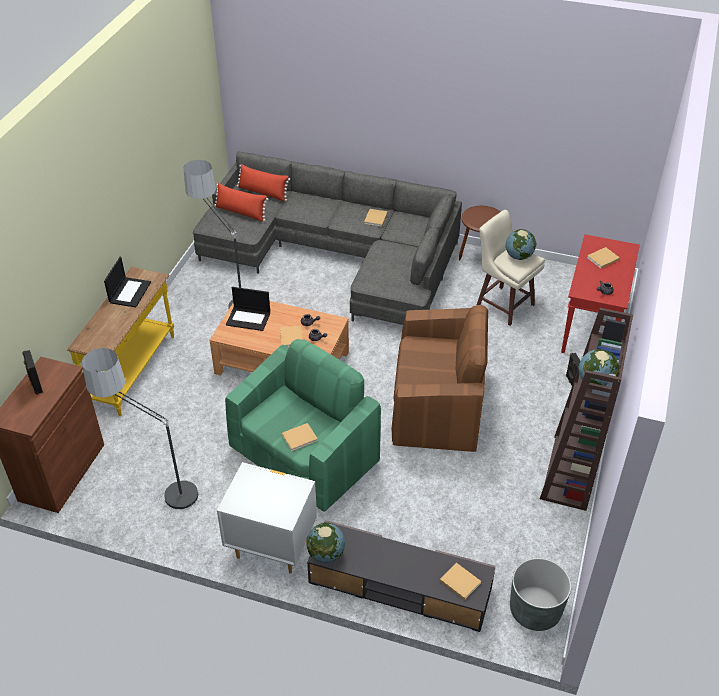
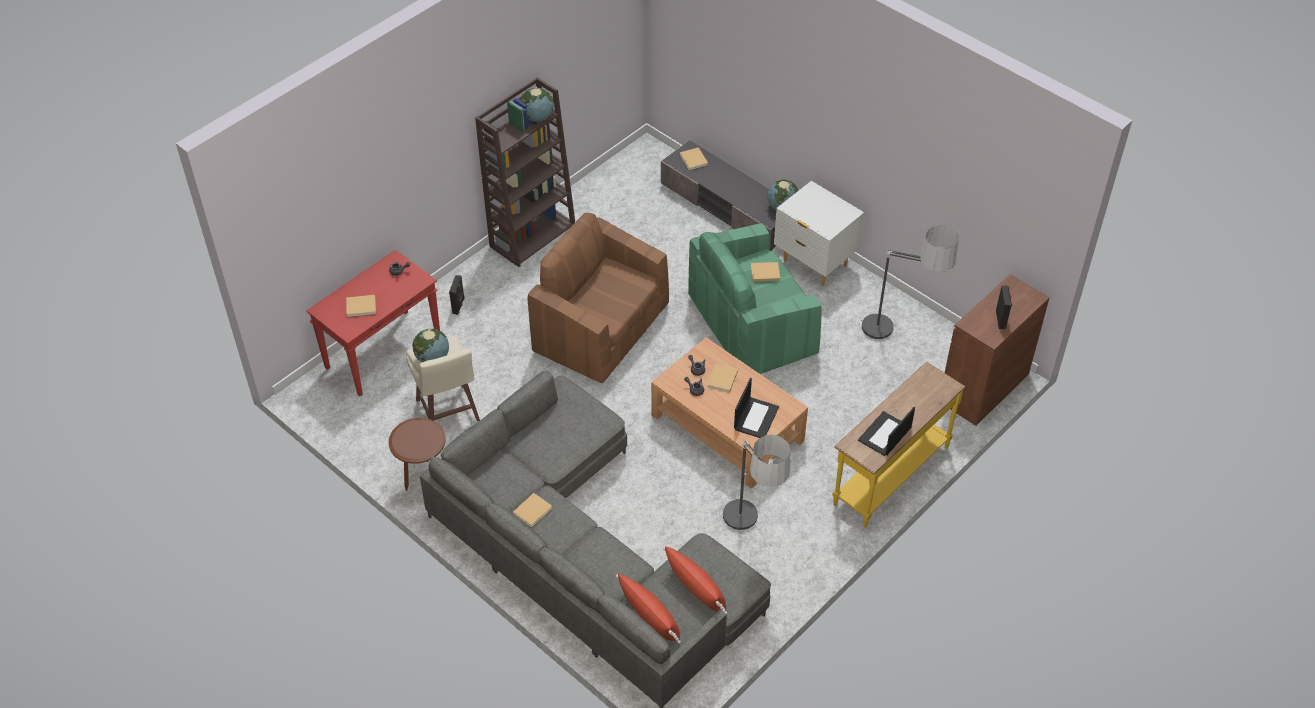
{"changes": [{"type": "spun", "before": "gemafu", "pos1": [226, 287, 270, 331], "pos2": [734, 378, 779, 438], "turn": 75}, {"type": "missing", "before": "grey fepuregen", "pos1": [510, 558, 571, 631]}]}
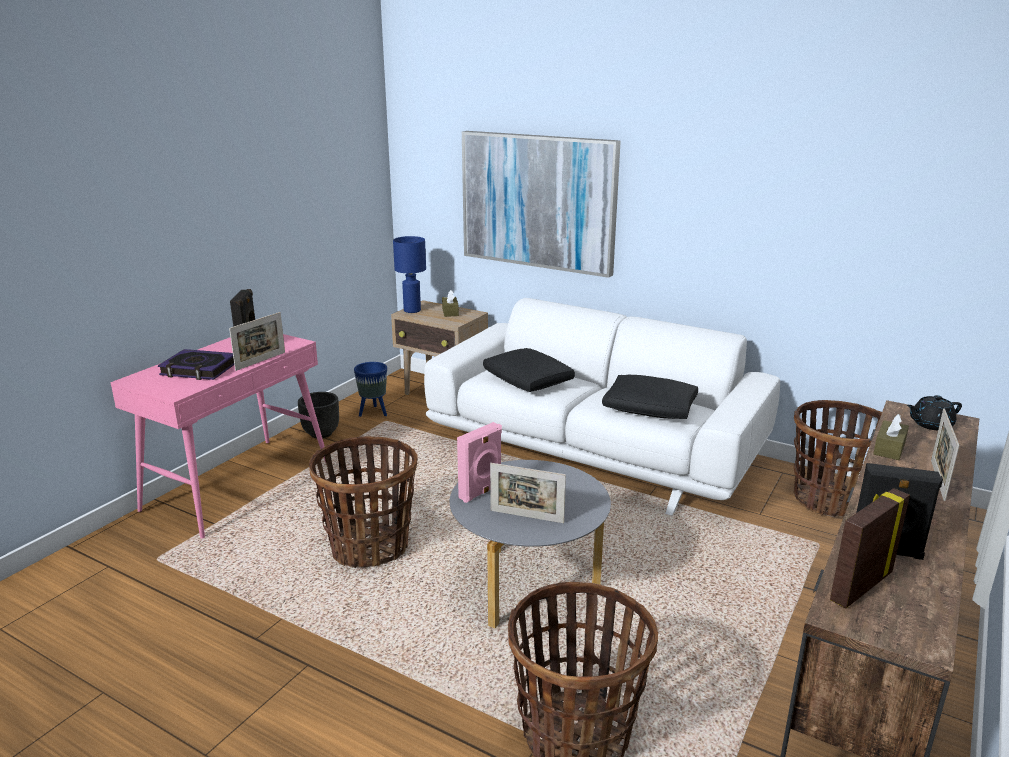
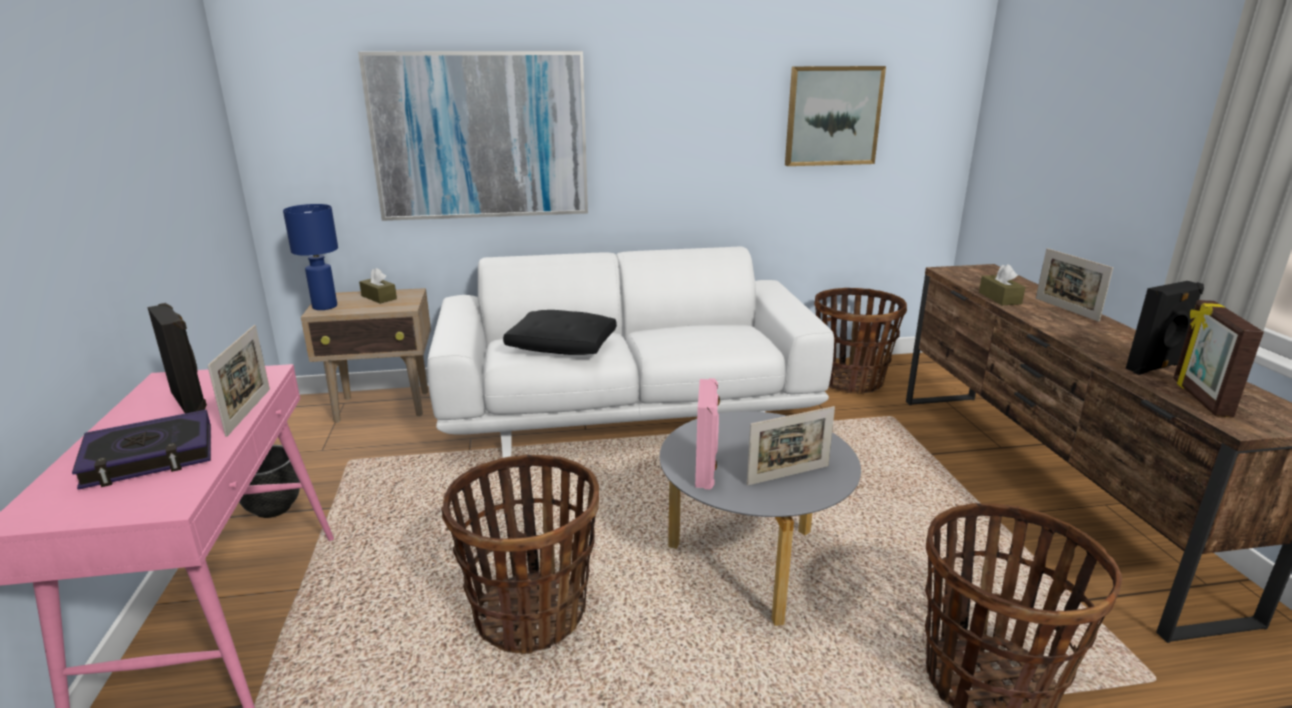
{"changes": [{"type": "appeared", "after": "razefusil", "pos2": [785, 66, 886, 166]}, {"type": "missing", "before": "blue fepuregen", "pos1": [354, 362, 387, 417]}, {"type": "missing", "before": "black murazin", "pos1": [602, 375, 698, 419]}, {"type": "missing", "before": "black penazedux", "pos1": [907, 395, 962, 430]}]}
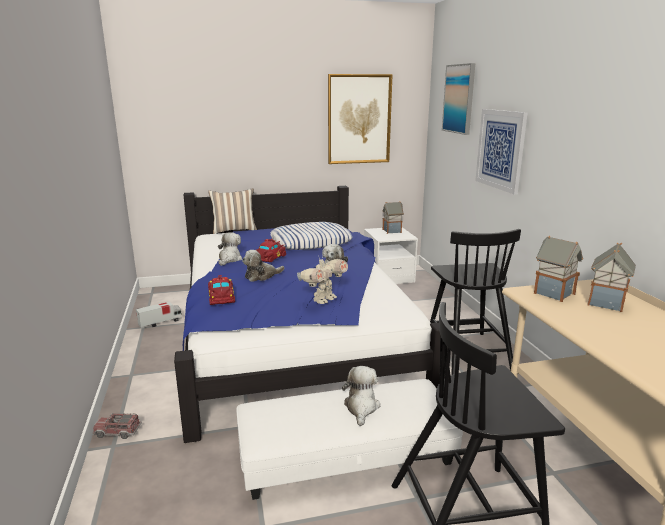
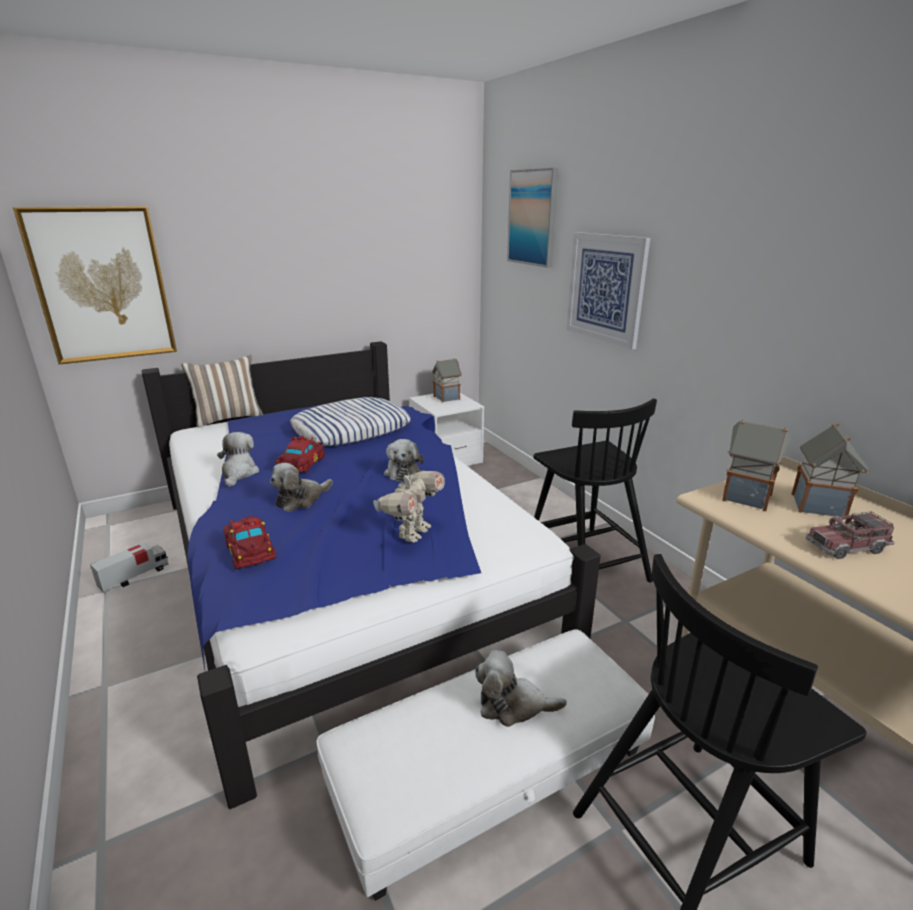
{"changes": [{"type": "relocated", "before": "razefusil", "pos1": [328, 74, 393, 164], "pos2": [13, 206, 177, 365]}, {"type": "spun", "before": "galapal", "pos1": [342, 366, 381, 426], "pos2": [475, 650, 567, 727], "turn": -75}, {"type": "relocated", "before": "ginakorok", "pos1": [92, 413, 142, 439], "pos2": [806, 512, 895, 559]}]}
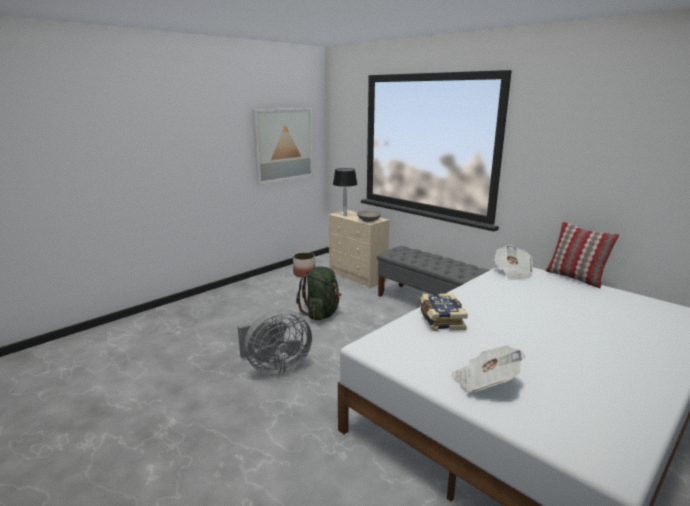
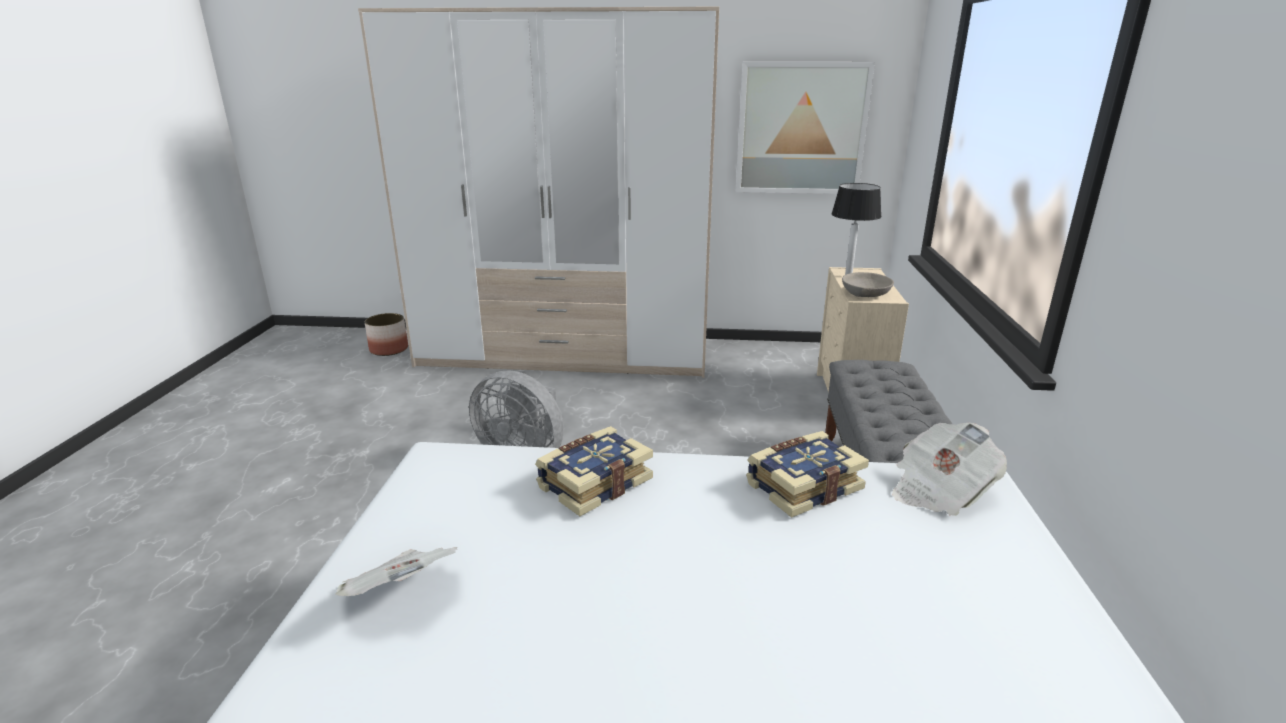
{"changes": [{"type": "appeared", "after": "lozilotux", "pos2": [358, 7, 719, 378]}, {"type": "relocated", "before": "fepuregen", "pos1": [293, 252, 315, 277], "pos2": [365, 313, 408, 356]}, {"type": "appeared", "after": "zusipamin", "pos2": [746, 431, 869, 518]}, {"type": "missing", "before": "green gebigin", "pos1": [296, 266, 342, 320]}, {"type": "missing", "before": "murazin", "pos1": [545, 222, 619, 288]}]}
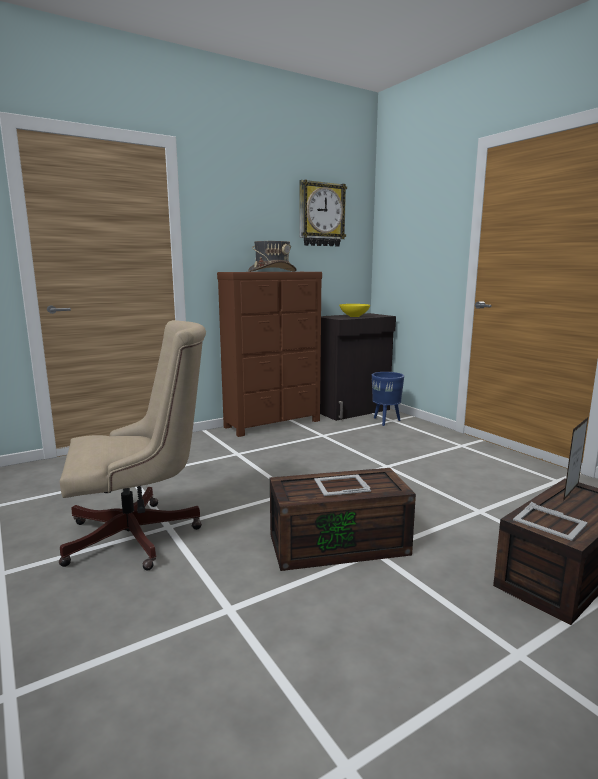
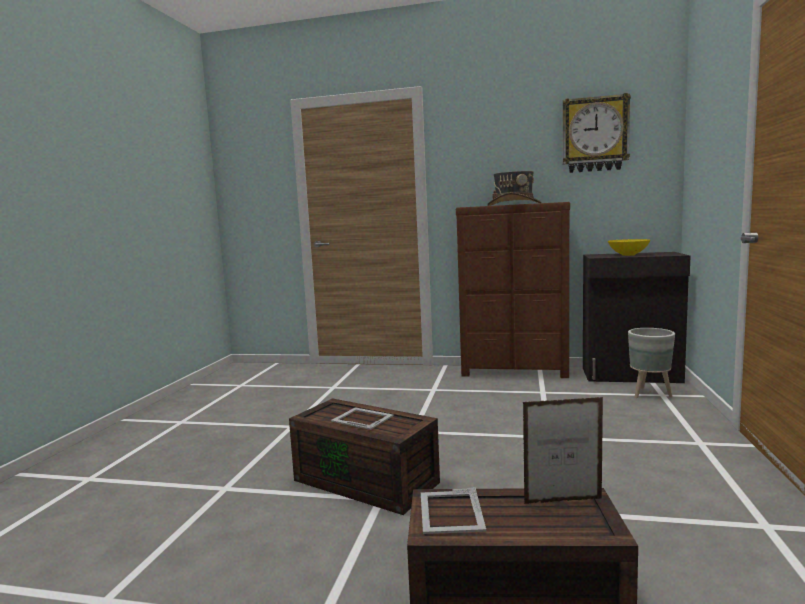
{"changes": [{"type": "colour", "before": "blue fepuregen", "after": "grey fepuregen", "pos1": [372, 372, 404, 426], "pos2": [628, 328, 675, 398]}, {"type": "missing", "before": "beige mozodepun", "pos1": [59, 320, 206, 571]}]}
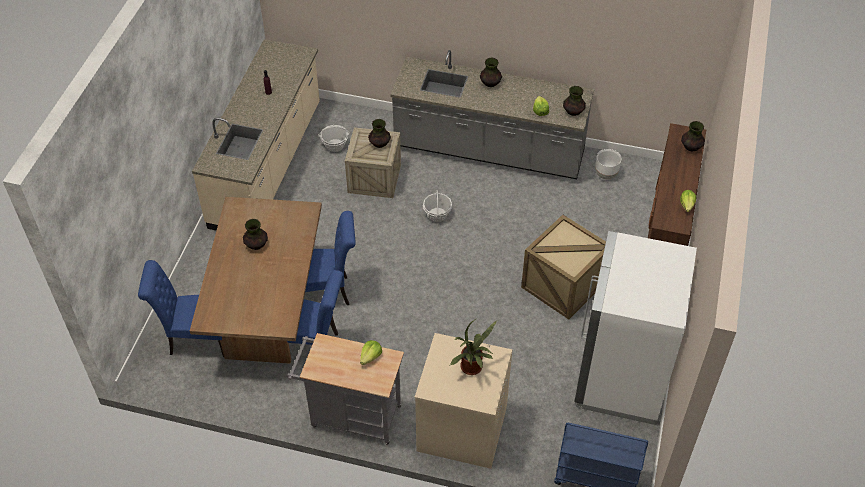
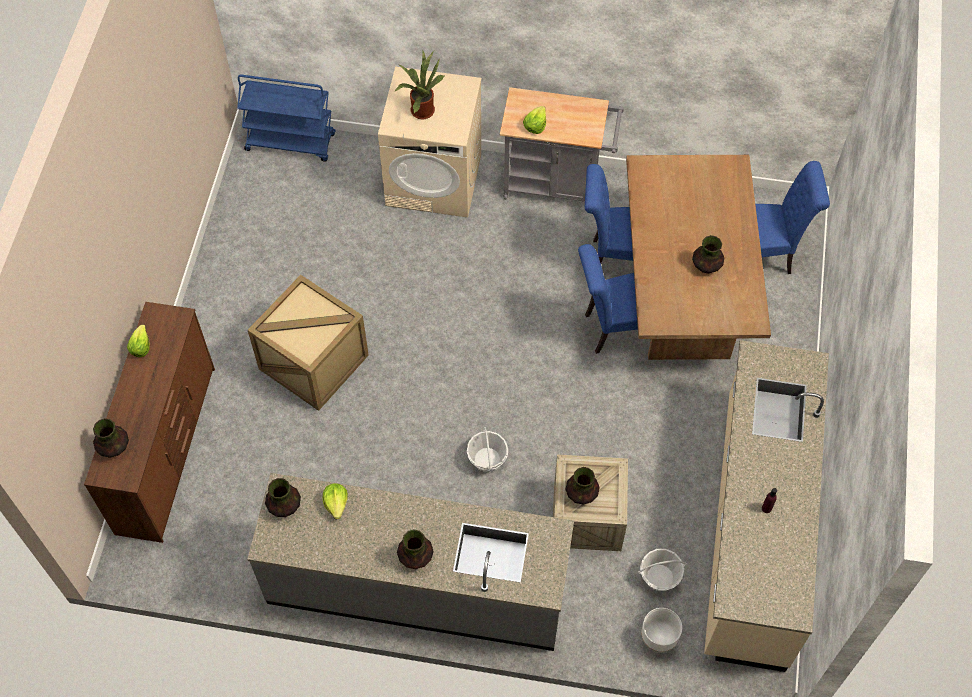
{"changes": [{"type": "relocated", "before": "white fepuregen", "pos1": [595, 149, 622, 179], "pos2": [641, 608, 682, 653]}, {"type": "missing", "before": "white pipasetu", "pos1": [574, 231, 697, 425]}]}
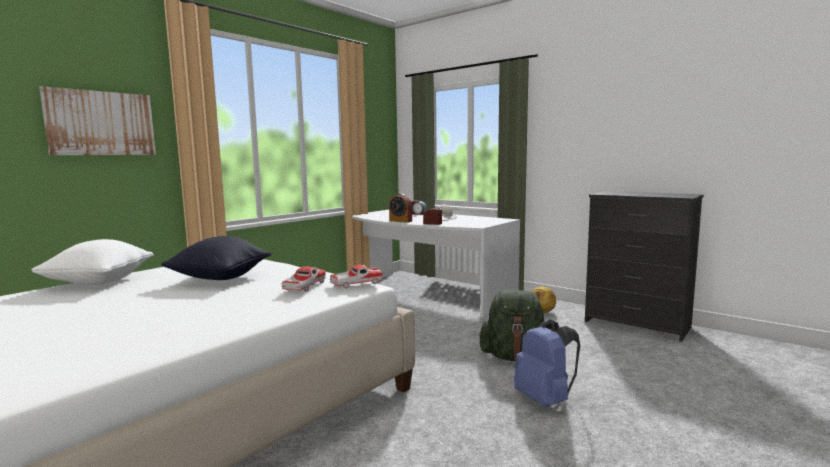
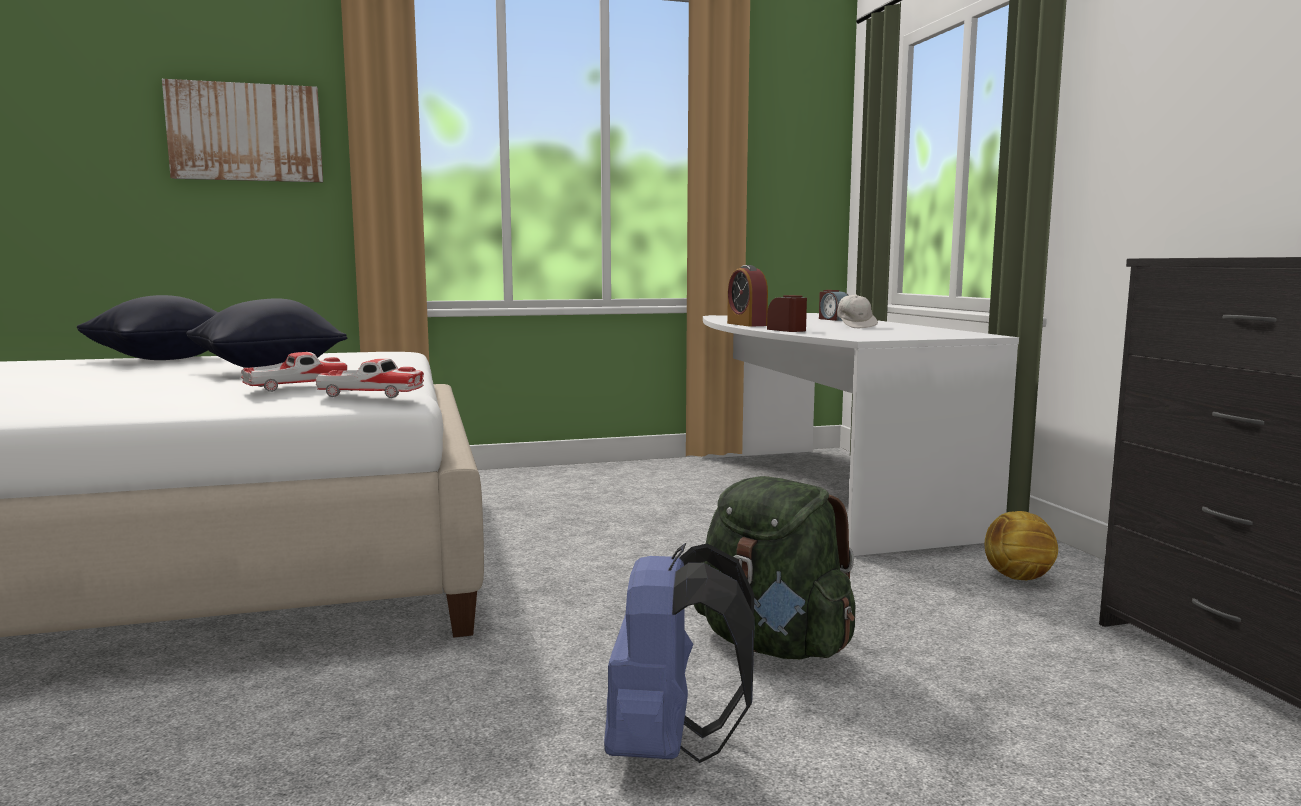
{"changes": [{"type": "colour", "before": "white murazin", "after": "black murazin", "pos1": [31, 239, 154, 285], "pos2": [77, 295, 218, 360]}]}
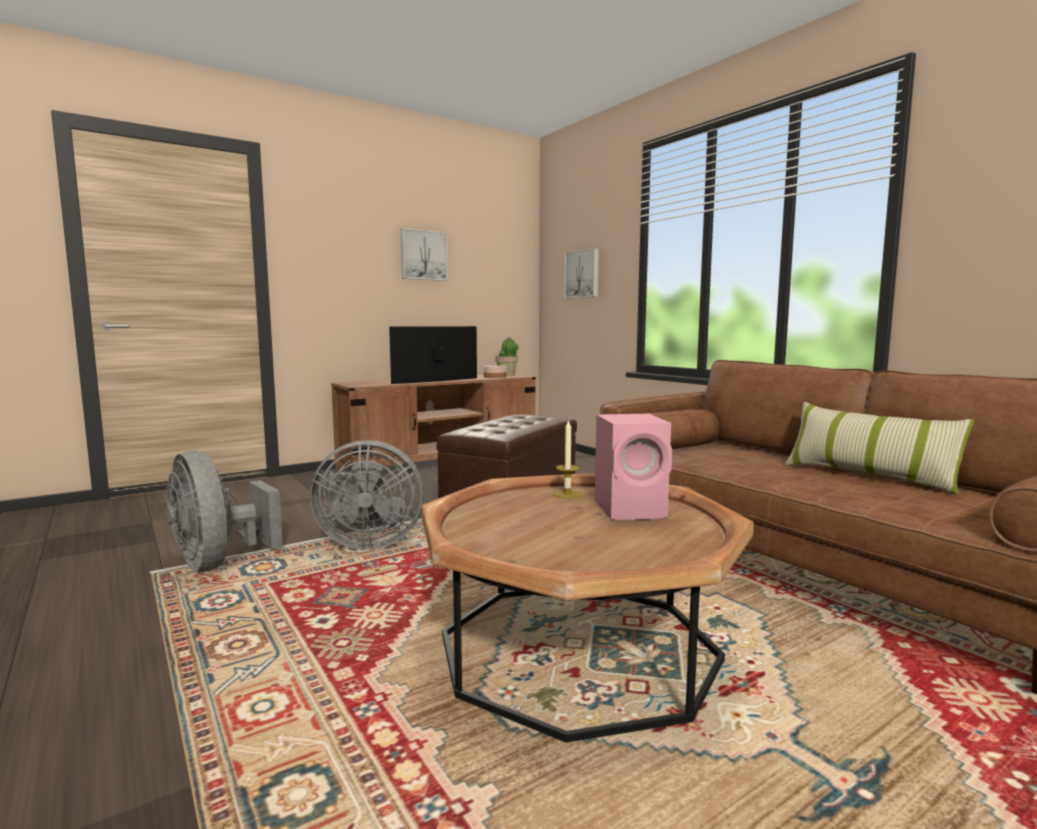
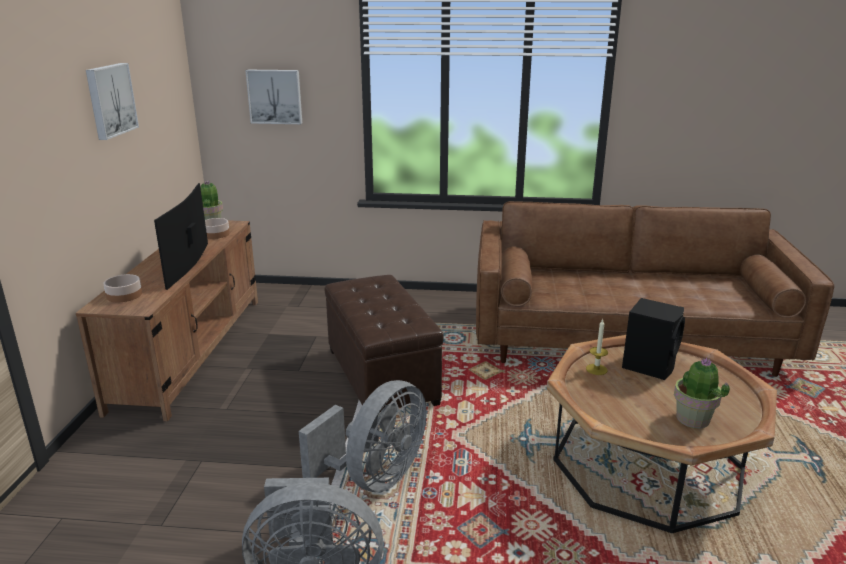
{"changes": [{"type": "appeared", "after": "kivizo", "pos2": [103, 274, 142, 302]}, {"type": "colour", "before": "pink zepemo", "after": "black zepemo", "pos1": [595, 414, 672, 520], "pos2": [622, 298, 685, 380]}, {"type": "appeared", "after": "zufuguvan", "pos2": [674, 358, 730, 428]}, {"type": "missing", "before": "murazin", "pos1": [785, 402, 974, 495]}]}
